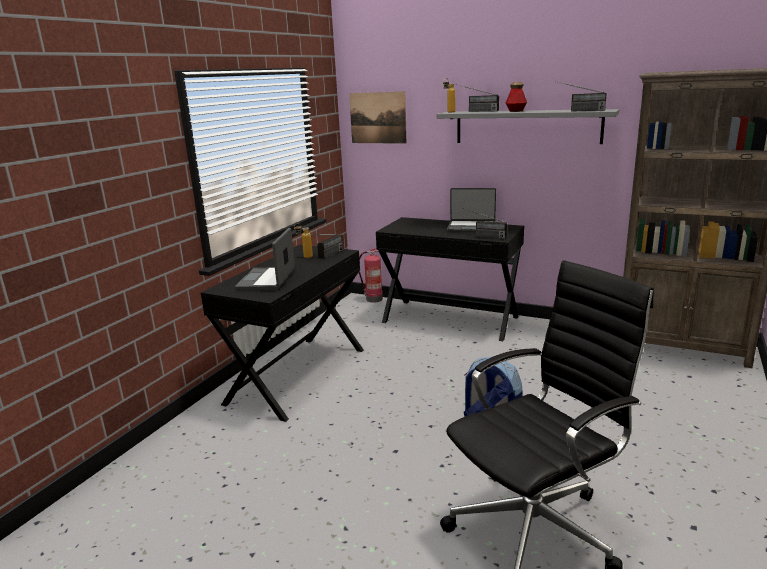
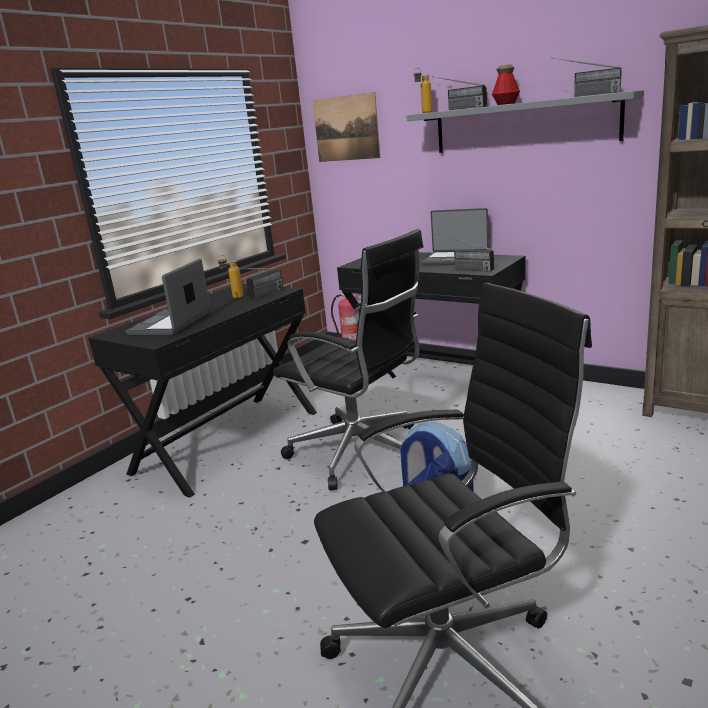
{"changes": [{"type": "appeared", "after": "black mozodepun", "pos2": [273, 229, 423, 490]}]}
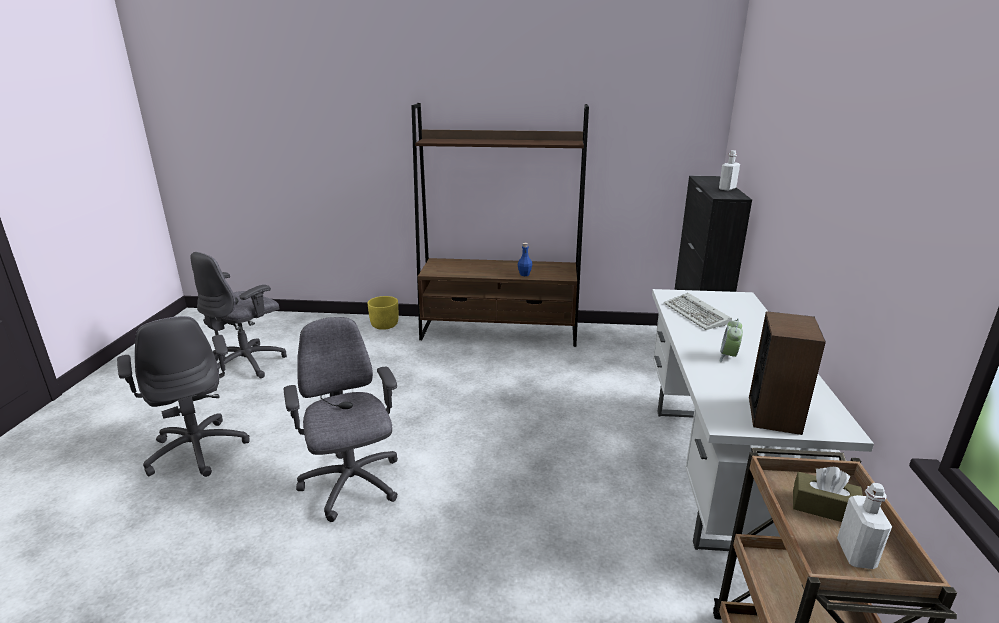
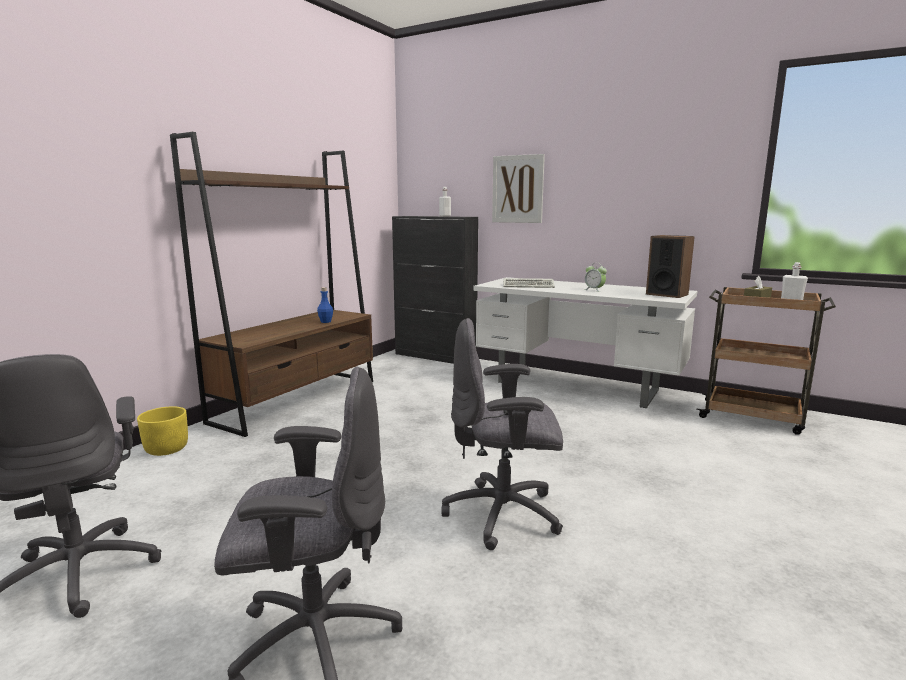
{"changes": [{"type": "appeared", "after": "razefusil", "pos2": [492, 154, 545, 223]}]}
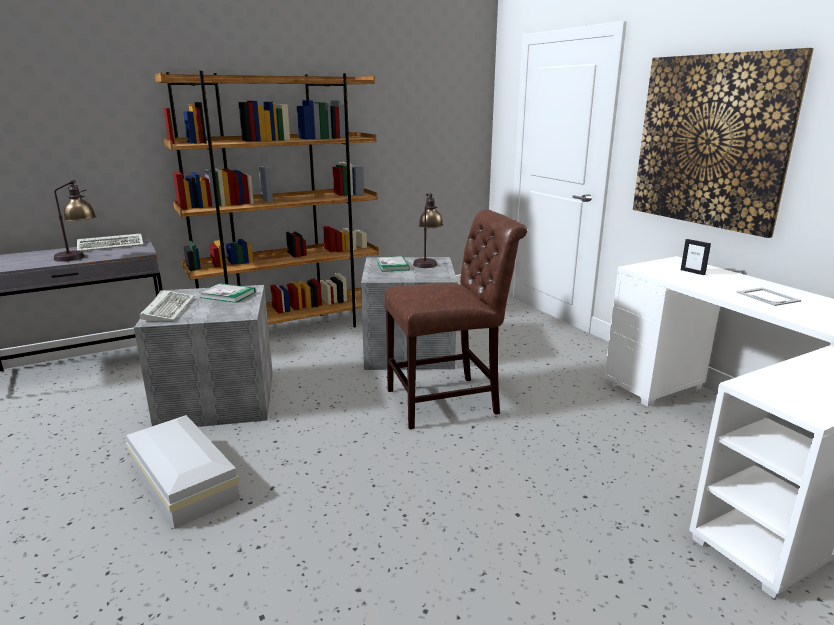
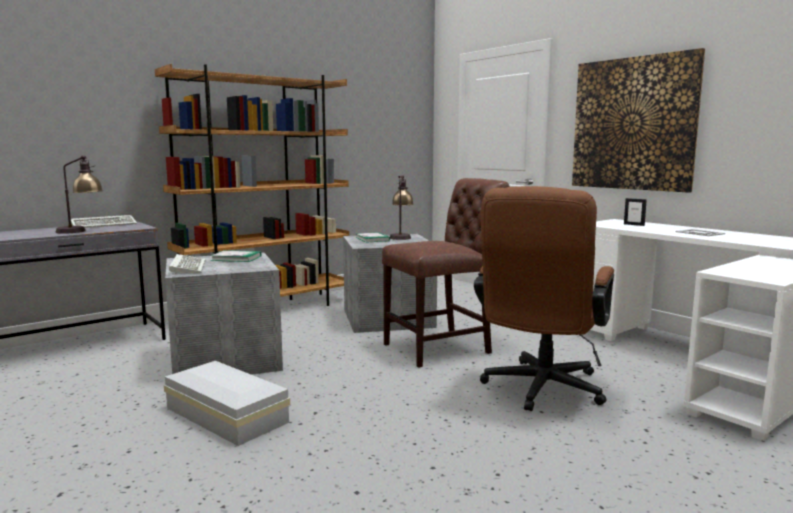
{"changes": [{"type": "appeared", "after": "brown mozodepun", "pos2": [474, 186, 614, 411]}]}
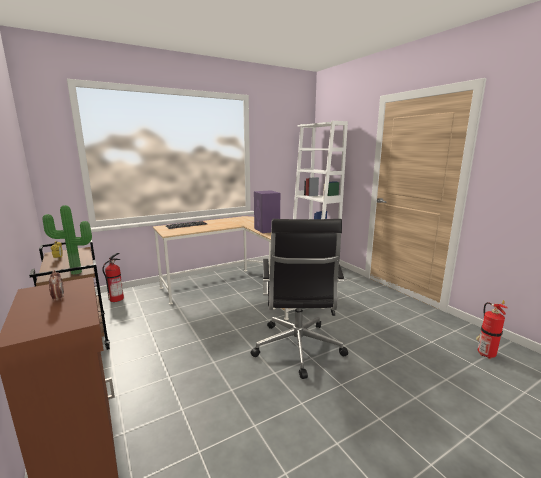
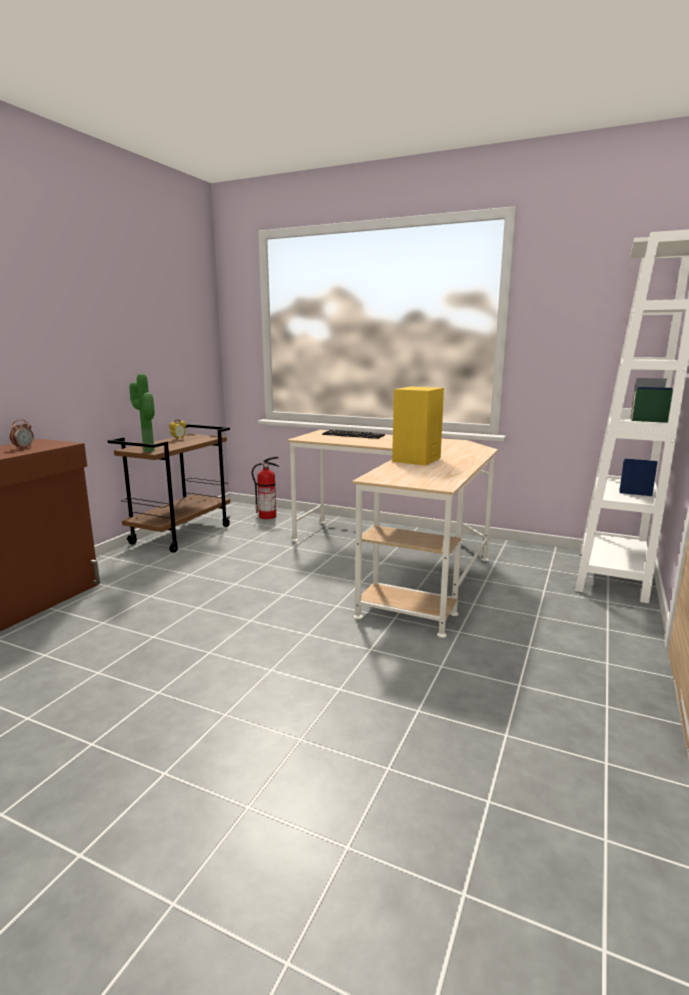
{"changes": [{"type": "colour", "before": "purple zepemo", "after": "yellow zepemo", "pos1": [254, 190, 280, 233], "pos2": [392, 386, 444, 466]}, {"type": "missing", "before": "black mozodepun", "pos1": [251, 219, 348, 379]}, {"type": "missing", "before": "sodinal", "pos1": [476, 300, 508, 359]}]}
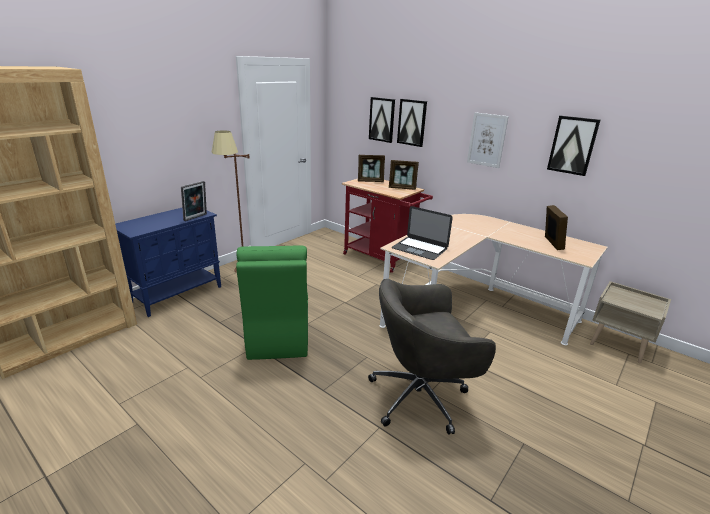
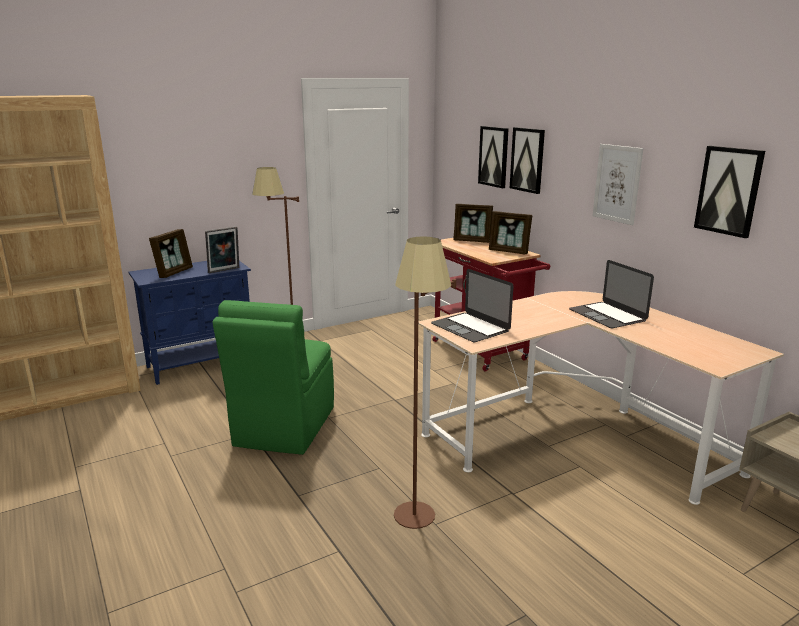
{"changes": [{"type": "relocated", "before": "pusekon", "pos1": [545, 205, 568, 250], "pos2": [149, 229, 193, 278]}, {"type": "exchanged", "before": "grey mozodepun", "after": "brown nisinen", "pos1": [368, 279, 496, 434], "pos2": [394, 236, 456, 529]}, {"type": "appeared", "after": "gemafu", "pos2": [569, 260, 654, 328]}]}
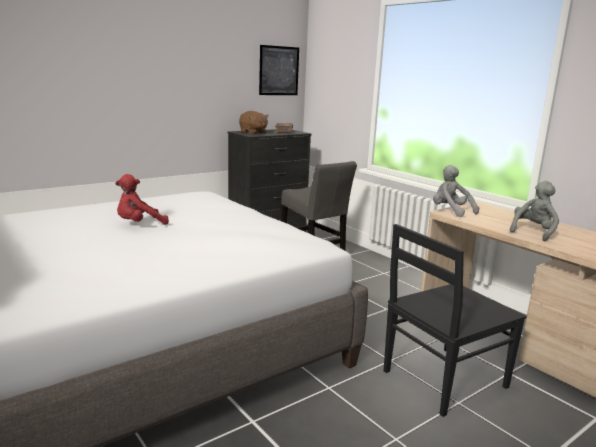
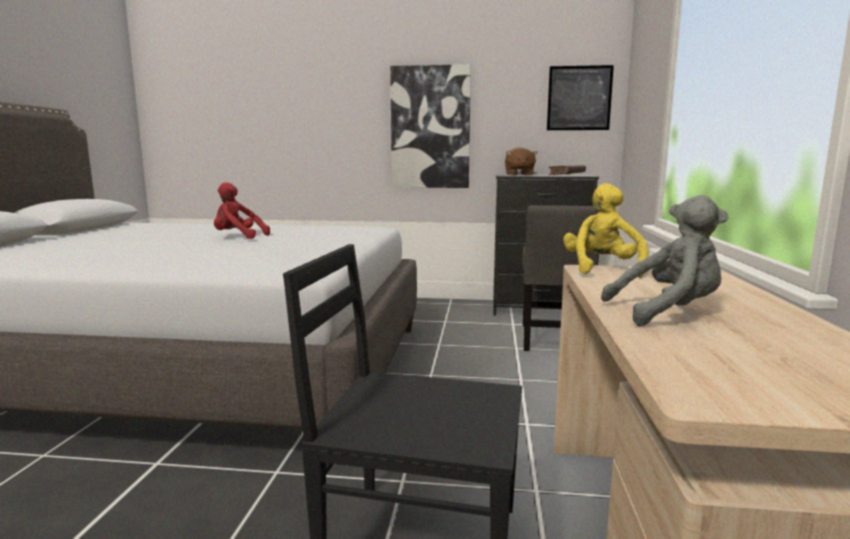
{"changes": [{"type": "appeared", "after": "razefusil", "pos2": [390, 64, 471, 188]}, {"type": "colour", "before": "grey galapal", "after": "yellow galapal", "pos1": [433, 165, 479, 217], "pos2": [563, 183, 648, 278]}]}
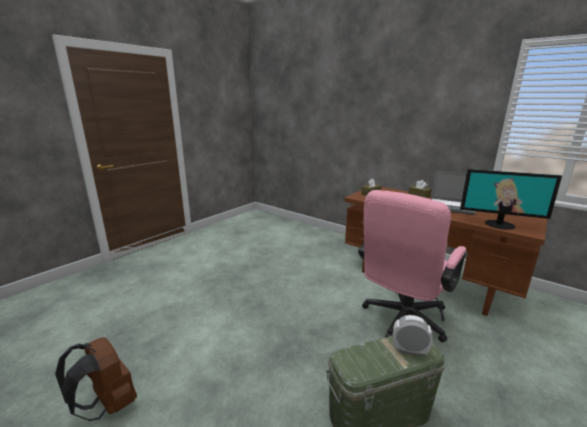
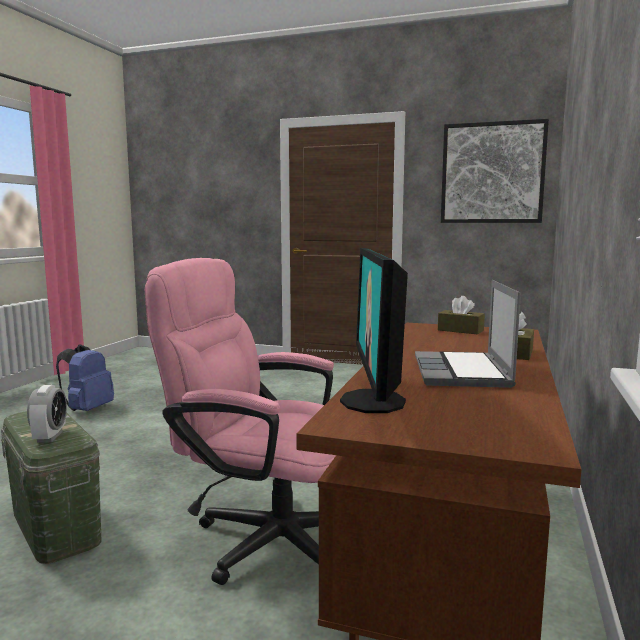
{"changes": [{"type": "colour", "before": "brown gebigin", "after": "blue gebigin", "pos1": [55, 337, 137, 421], "pos2": [56, 344, 114, 411]}, {"type": "appeared", "after": "razefusil", "pos2": [441, 119, 549, 223]}]}
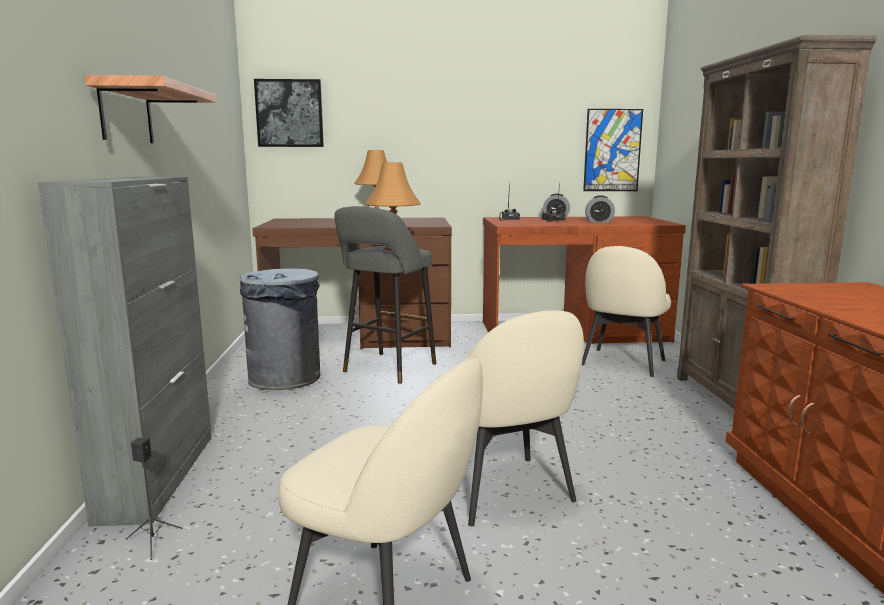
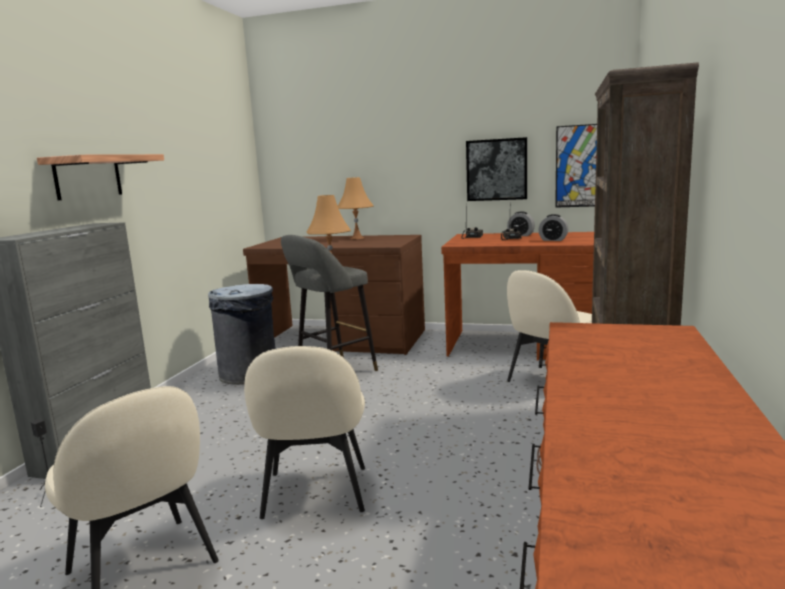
{"changes": [{"type": "relocated", "before": "razefusil", "pos1": [254, 79, 324, 147], "pos2": [466, 137, 527, 201]}]}
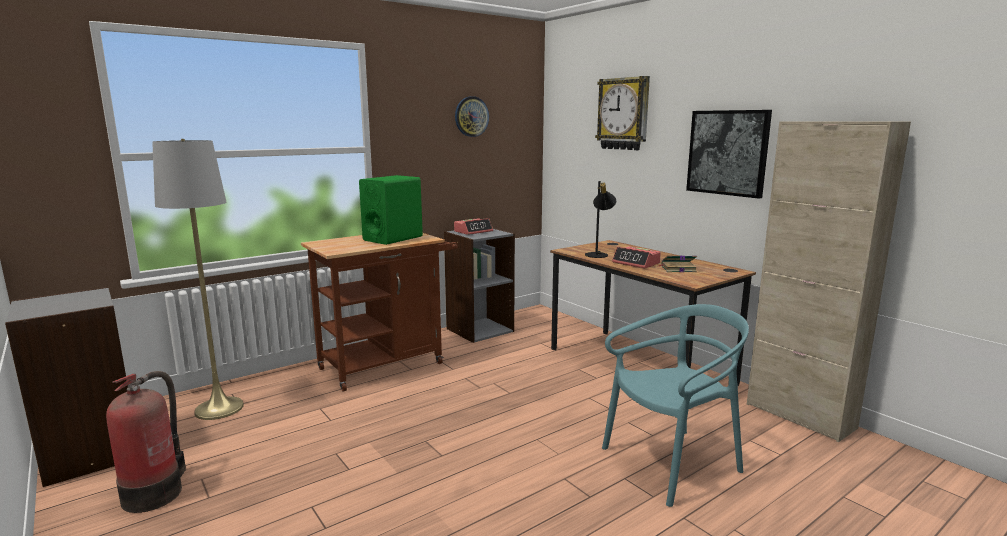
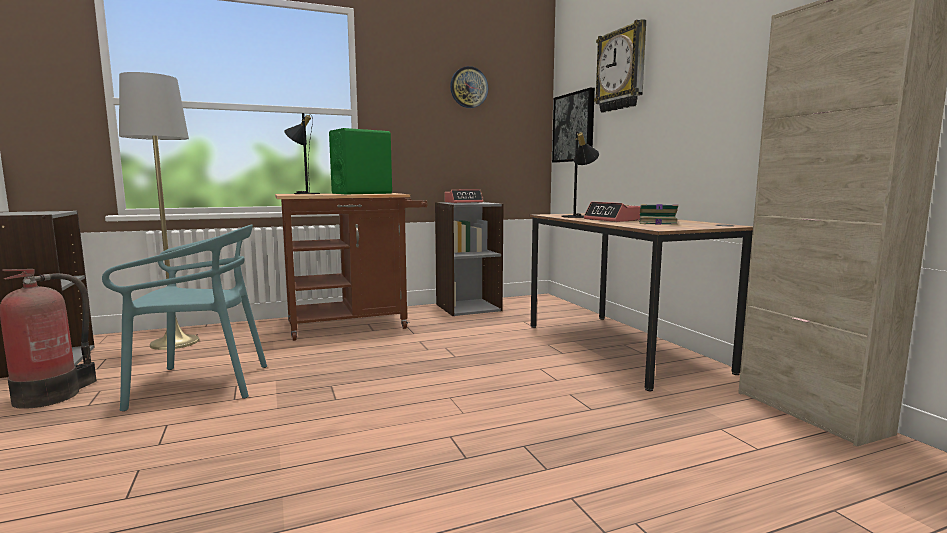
{"changes": [{"type": "relocated", "before": "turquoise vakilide", "pos1": [602, 304, 749, 507], "pos2": [102, 225, 267, 411]}, {"type": "appeared", "after": "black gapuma", "pos2": [284, 113, 320, 194]}, {"type": "relocated", "before": "razefusil", "pos1": [686, 110, 772, 199], "pos2": [552, 88, 595, 163]}]}
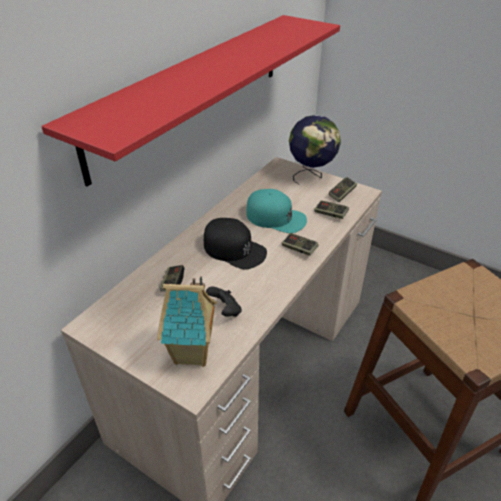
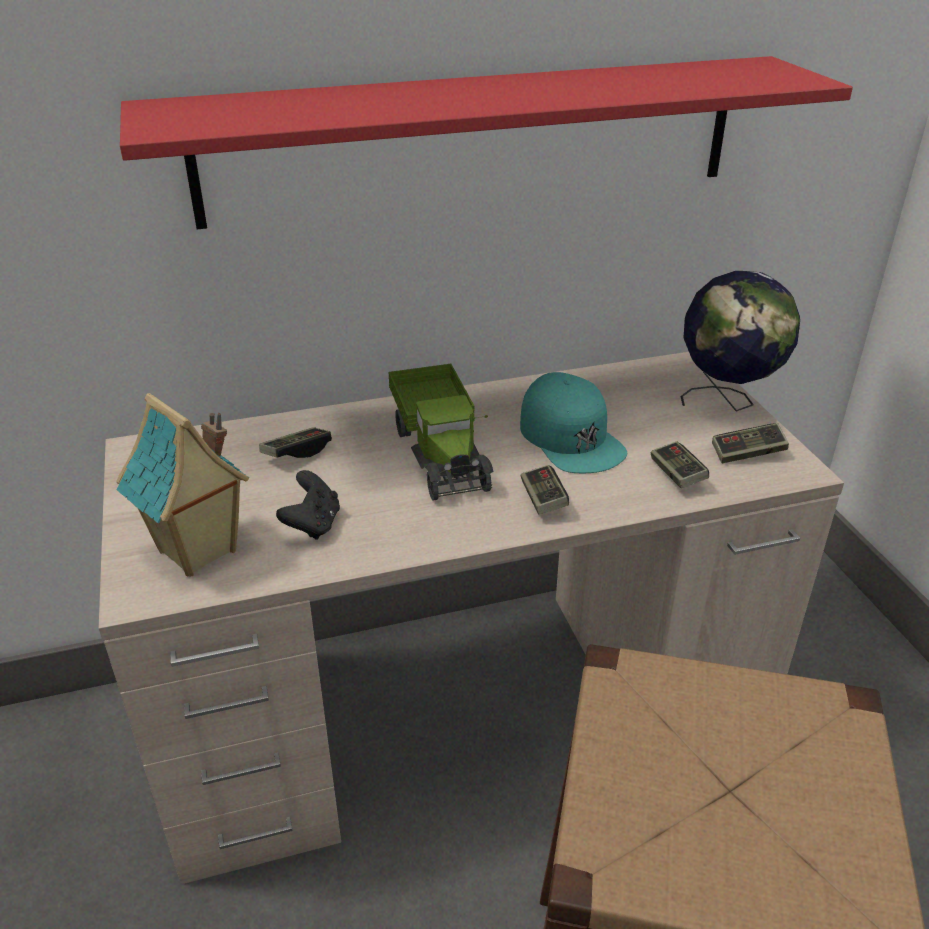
{"changes": [{"type": "exchanged", "before": "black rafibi", "after": "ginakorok", "pos1": [204, 218, 267, 270], "pos2": [388, 364, 493, 501]}]}
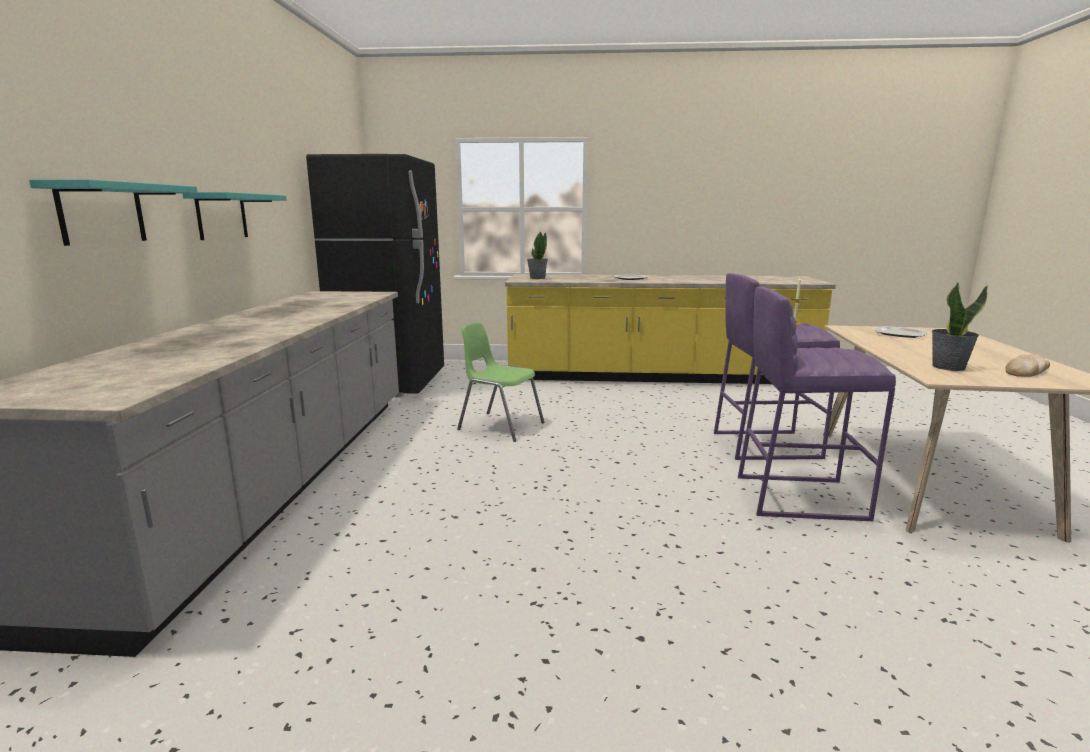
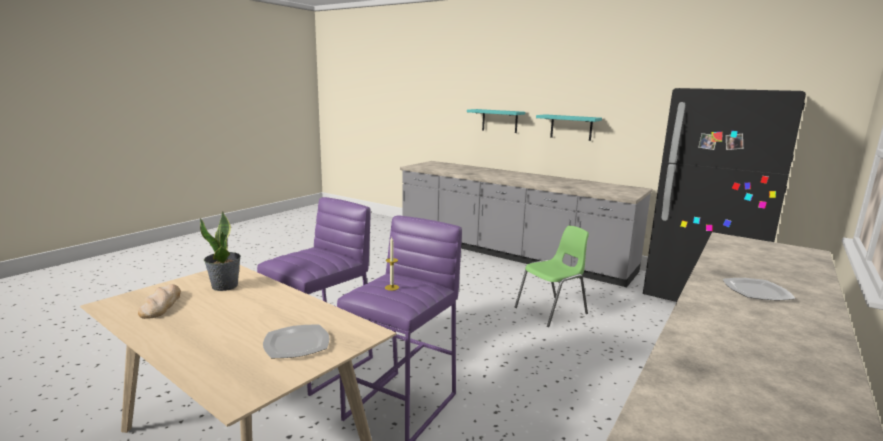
{"changes": [{"type": "missing", "before": "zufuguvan", "pos1": [527, 231, 548, 279]}]}
